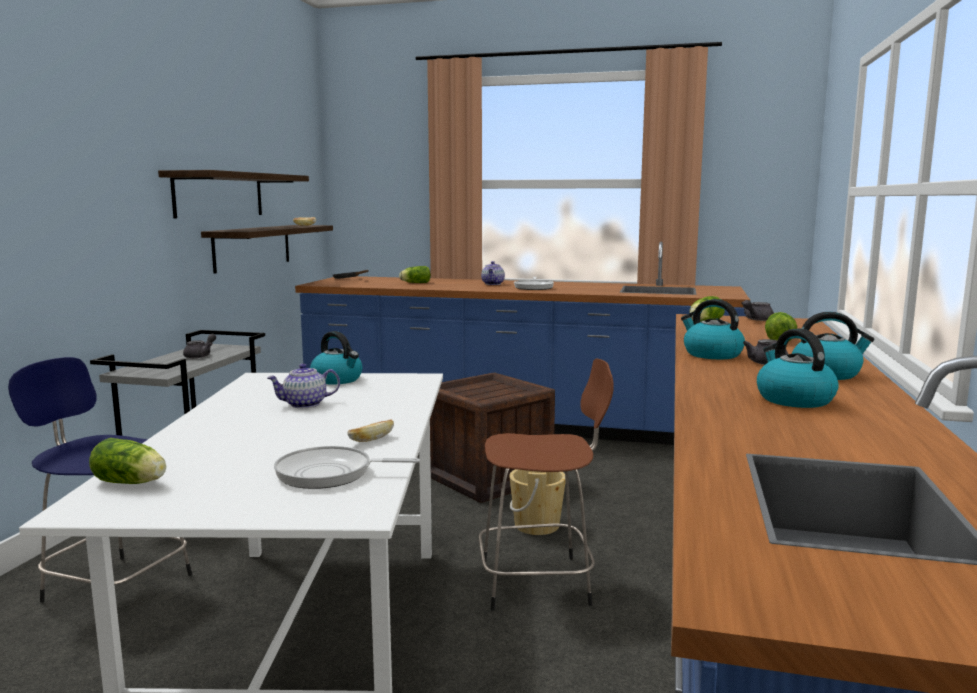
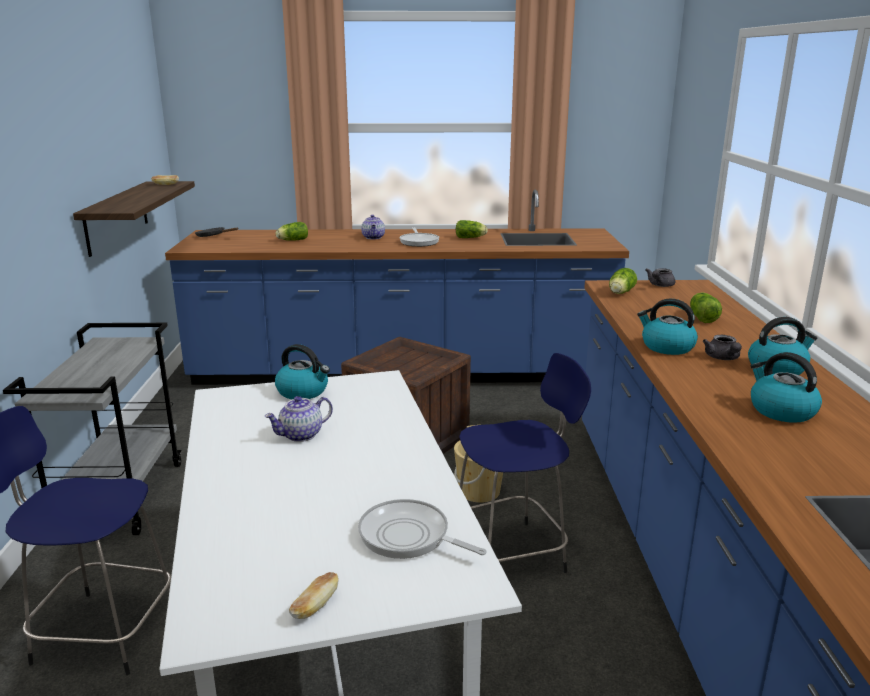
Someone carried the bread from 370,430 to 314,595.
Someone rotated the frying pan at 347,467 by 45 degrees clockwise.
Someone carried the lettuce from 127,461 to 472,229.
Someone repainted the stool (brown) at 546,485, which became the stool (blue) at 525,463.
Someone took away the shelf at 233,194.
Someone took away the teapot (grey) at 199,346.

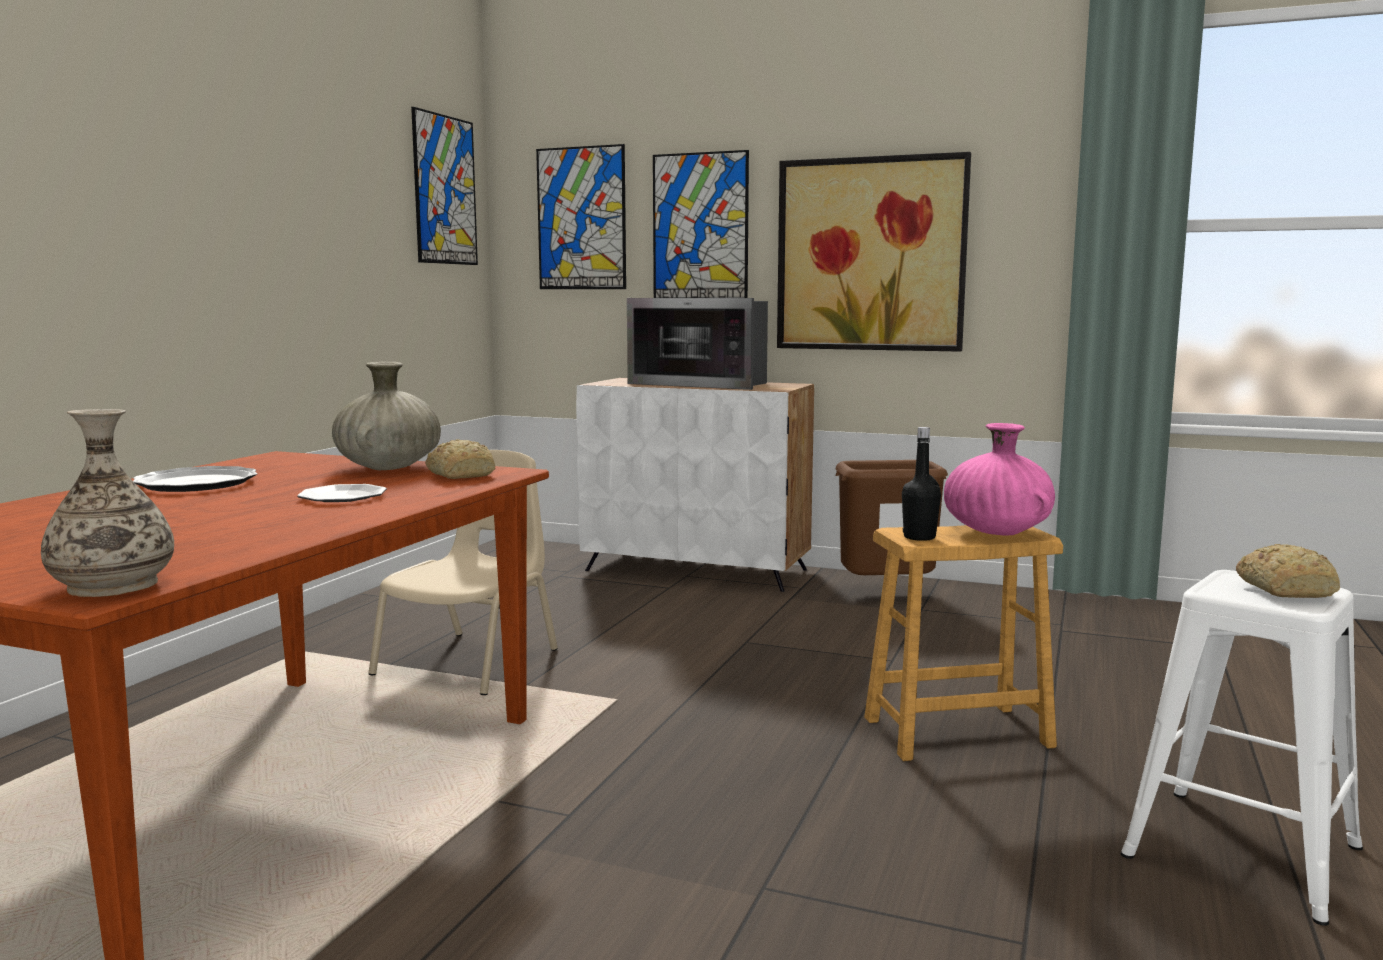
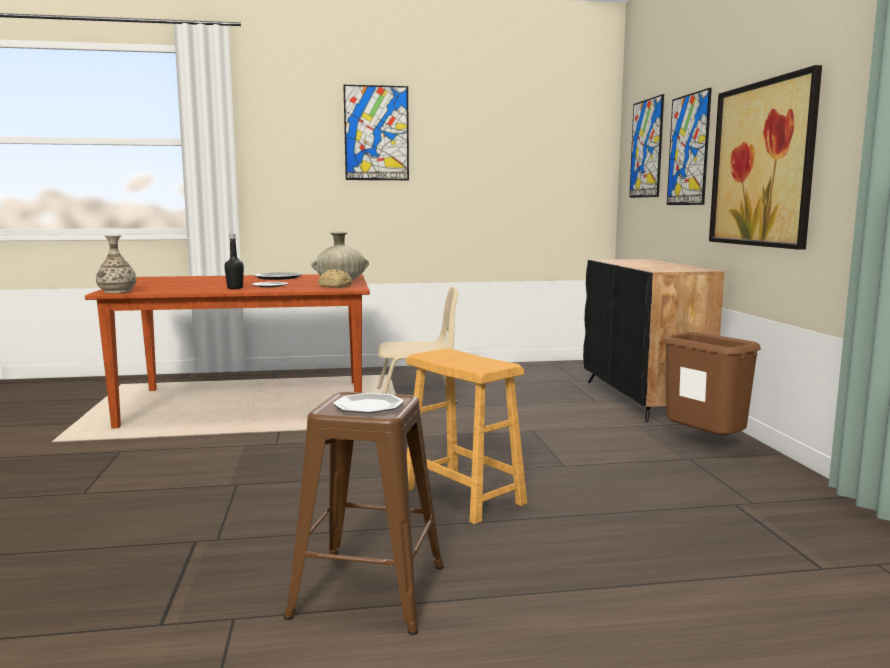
Someone carried the bottle (black) from 921,484 to 234,261.
Someone repainted the stool (white) at 1242,748, which became the stool (brown) at 364,513.
Someone swapped the bread at 1288,571 for the plate at 368,403.
Someone carried the picture from 444,186 to 376,132.
Someone repainted the cabinet (white) at 695,485, which became the cabinet (black) at 653,341.
Someone took away the microwave at 697,344.
Someone took away the vase (pink) at 999,479.

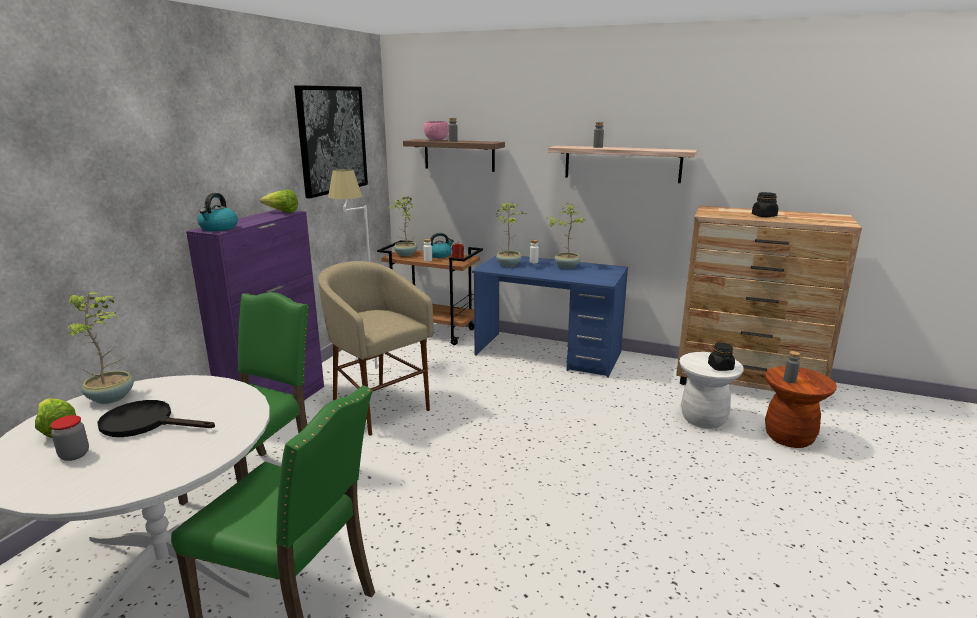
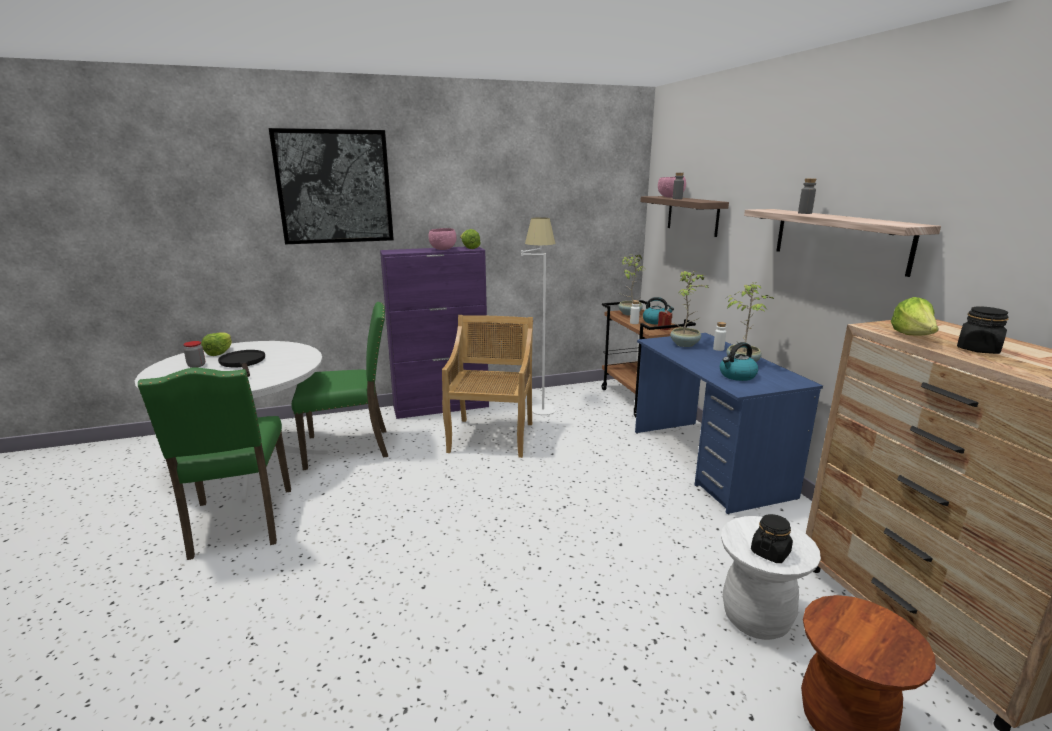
Someone carried the picture from 331,142 to 331,186.
Someone put down the bowl (pink) at 443,239.
Someone swapped the stool (beige) at 375,348 for the chair (beige) at 487,386.
Someone carried the kettle from 217,212 to 739,361.
Someone put down the lettuce at 915,316.
Someone took away the potted plant at 99,348.
Someone took away the bottle (grey) at 791,367.

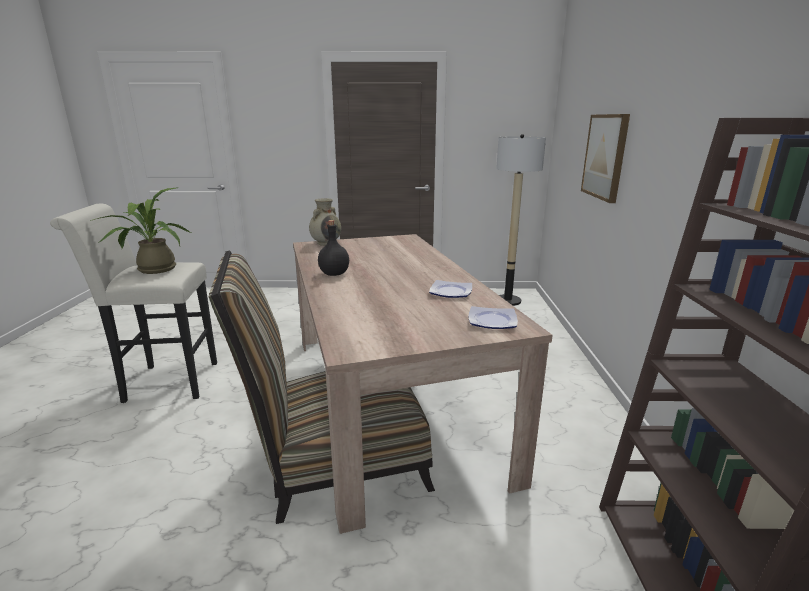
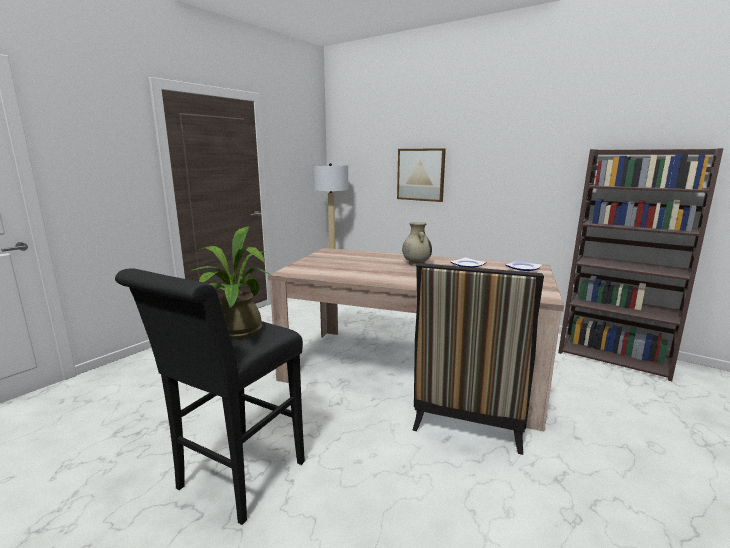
Someone repainted the stool (white) at 133,303, which became the stool (black) at 210,397.
Someone carried the vase (beige) from 325,222 to 417,244.
Someone took away the bottle (black) at 333,248.

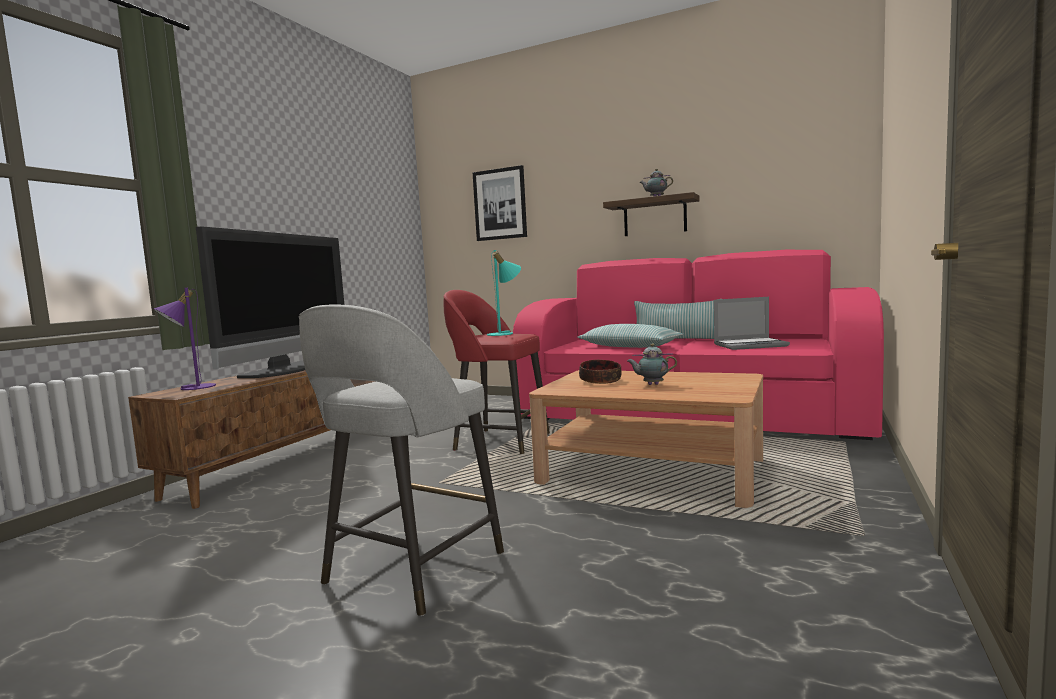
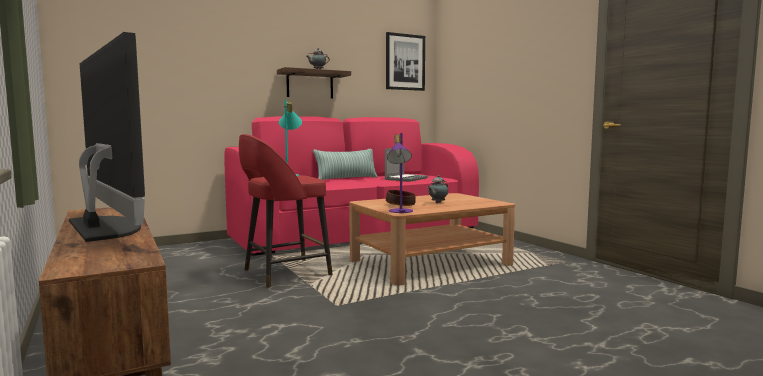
Someone carried the picture from 500,203 to 405,61.
Someone carried the table lamp (purple) from 185,339 to 400,173.
Someone took away the stool (grey) at 401,460.
Someone took away the pillow at 630,336.

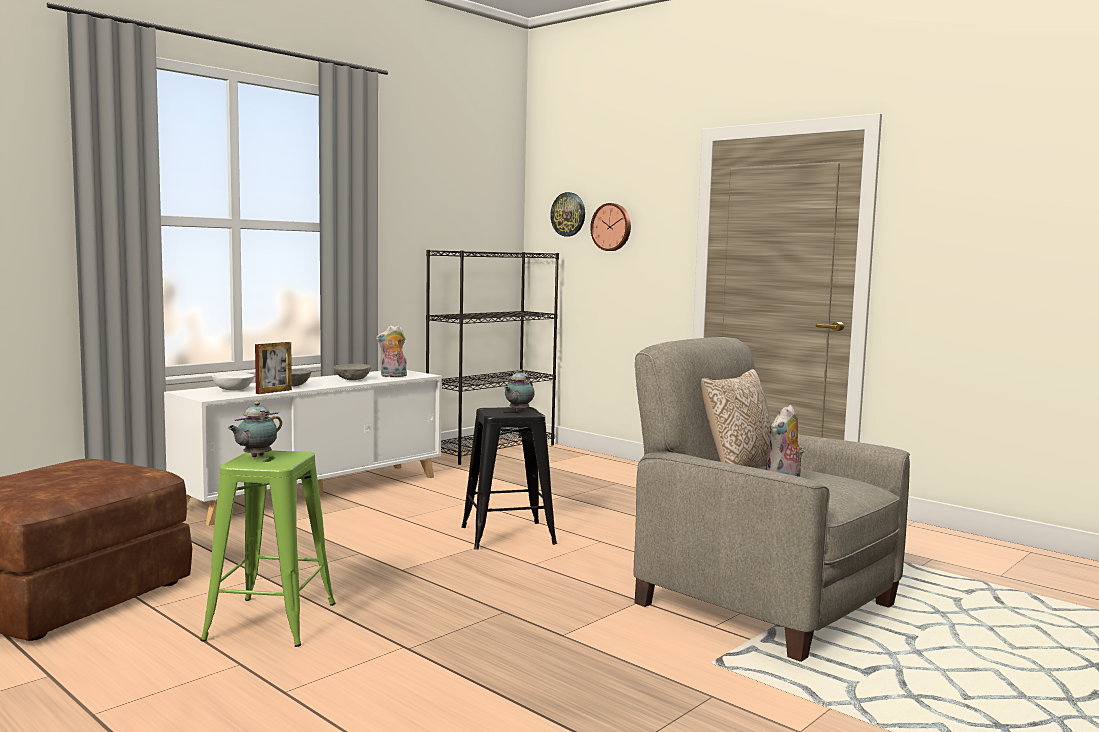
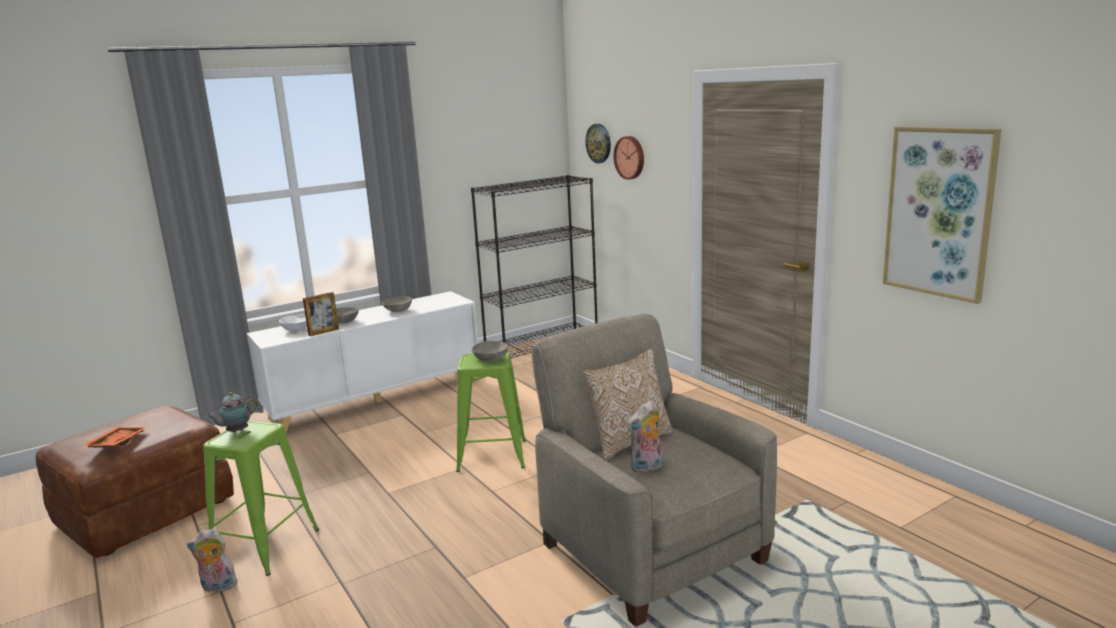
Someone put down the tray (orange) at 114,437.
Someone carried the plush toy from 391,351 to 213,560.
Someone repainted the stool (black) at 509,478, which became the stool (green) at 491,412.
Someone swapped the teapot at 519,390 for the bowl (grey) at 490,351.
Someone put up the picture at 942,215.

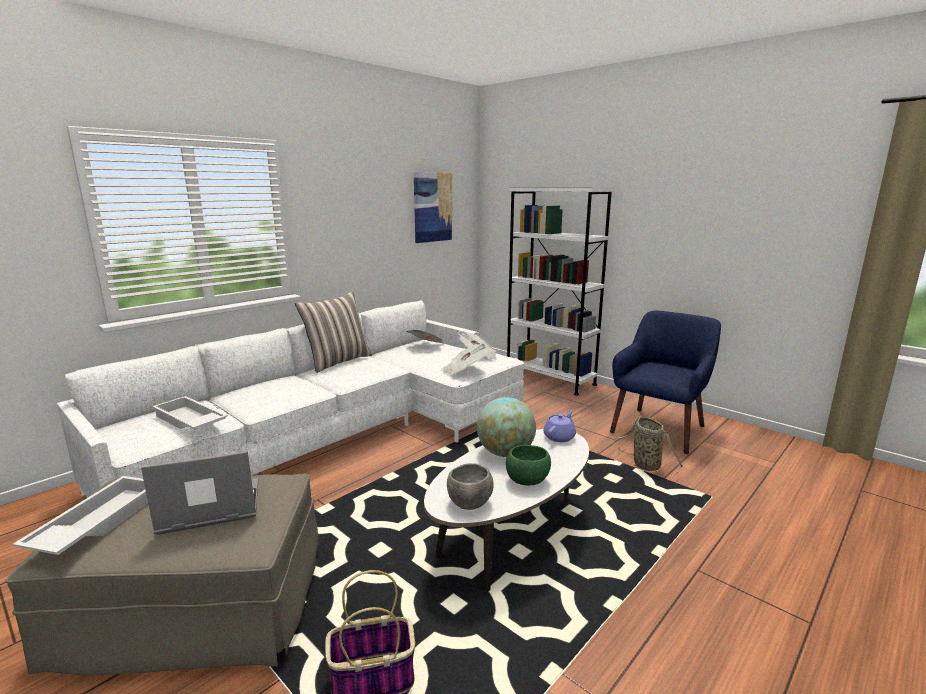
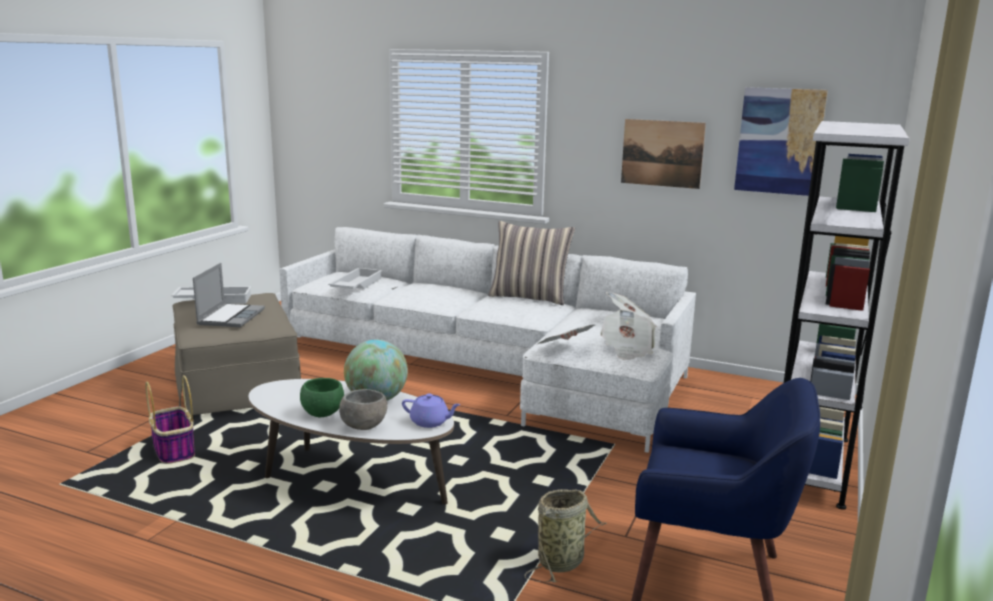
Someone rotated the laptop at 199,493 by 45 degrees clockwise.
Someone carried the bowl (grey) from 470,486 to 363,409.
Someone put up the picture at 663,154.

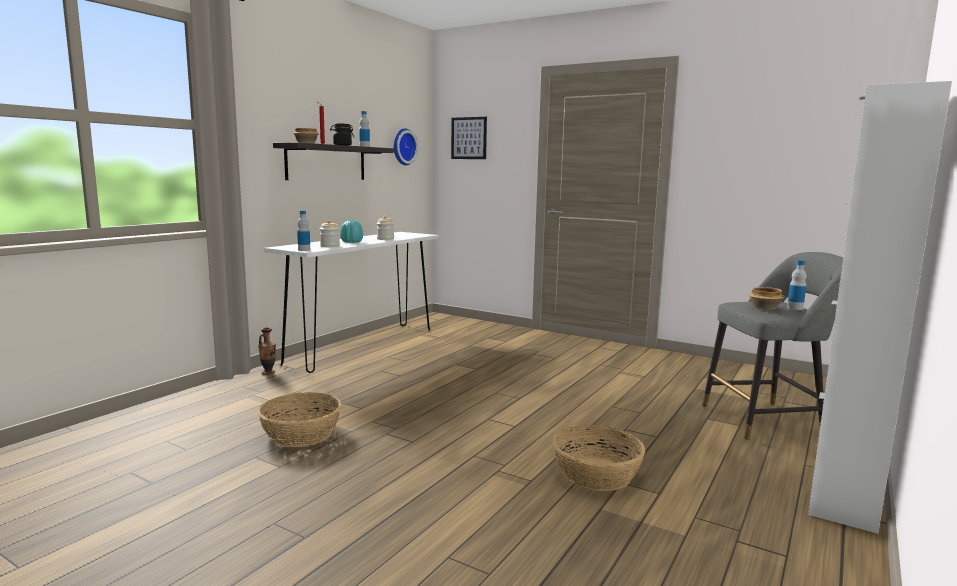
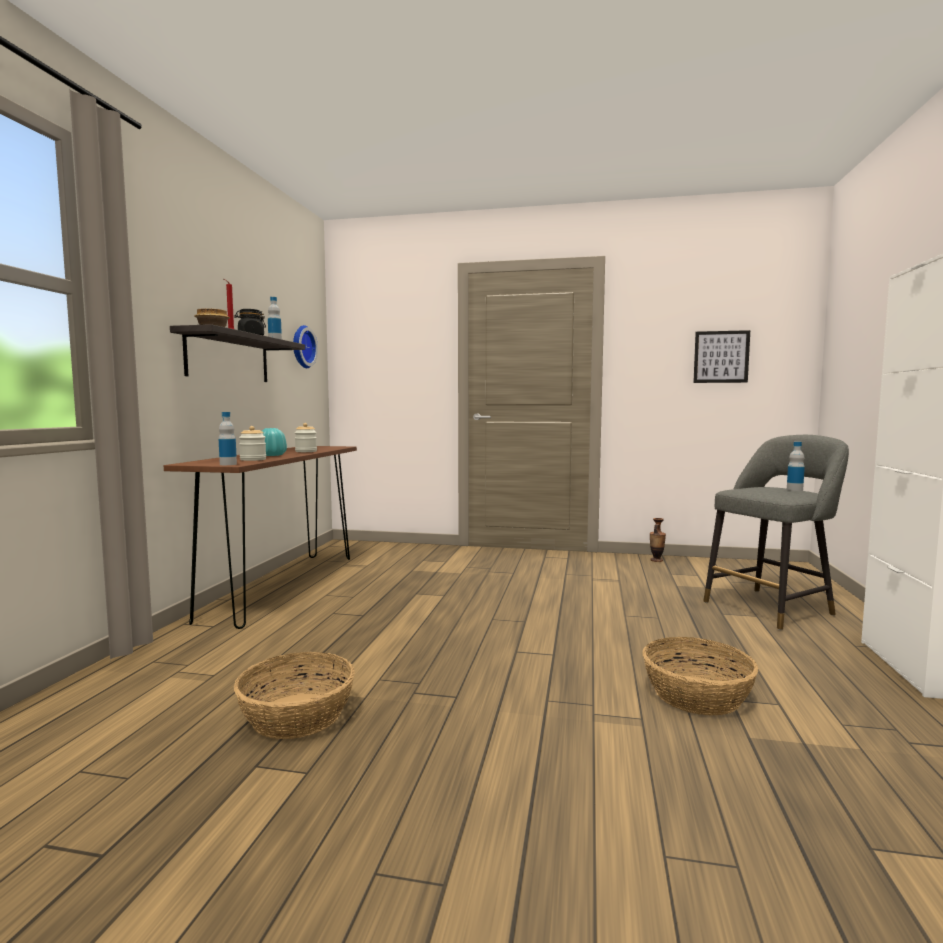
Someone repainted the console table (white) at 351,302, which became the console table (brown) at 260,537.
Someone carried the vase from 267,351 to 658,540.
Someone carried the picture from 469,138 to 721,356.
Someone took away the bowl at 767,298.

